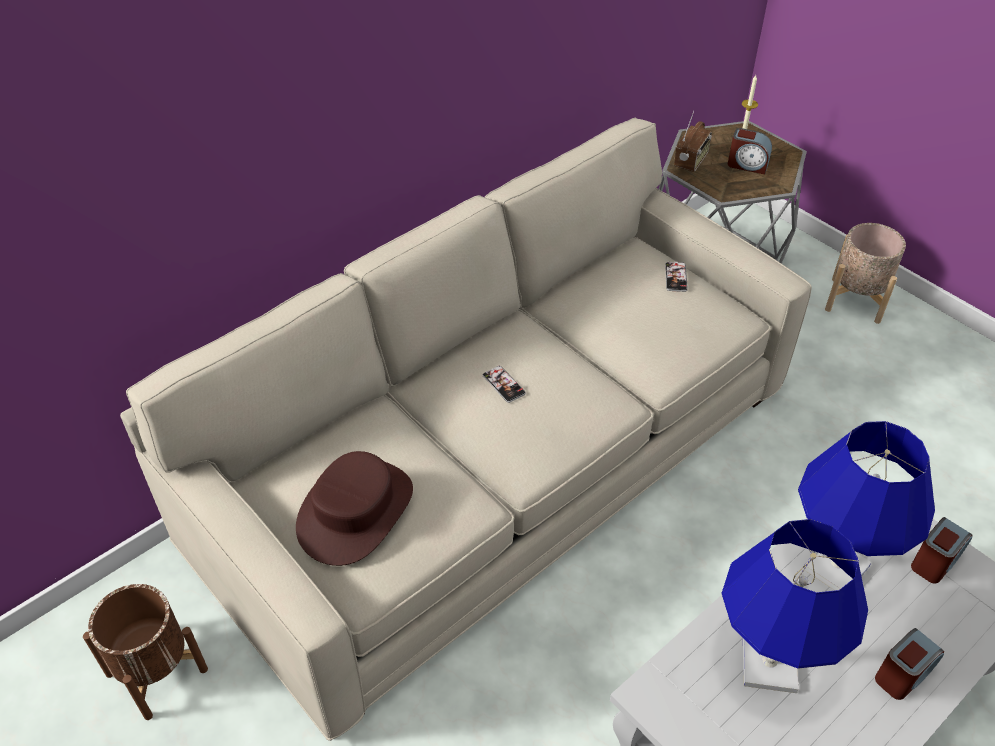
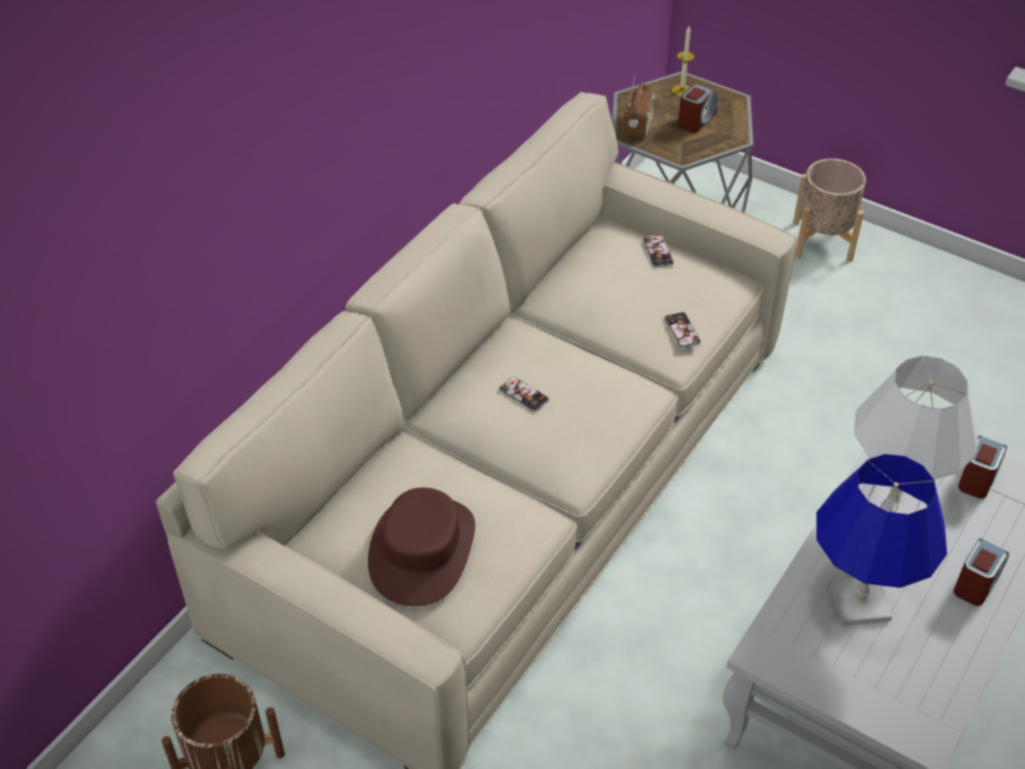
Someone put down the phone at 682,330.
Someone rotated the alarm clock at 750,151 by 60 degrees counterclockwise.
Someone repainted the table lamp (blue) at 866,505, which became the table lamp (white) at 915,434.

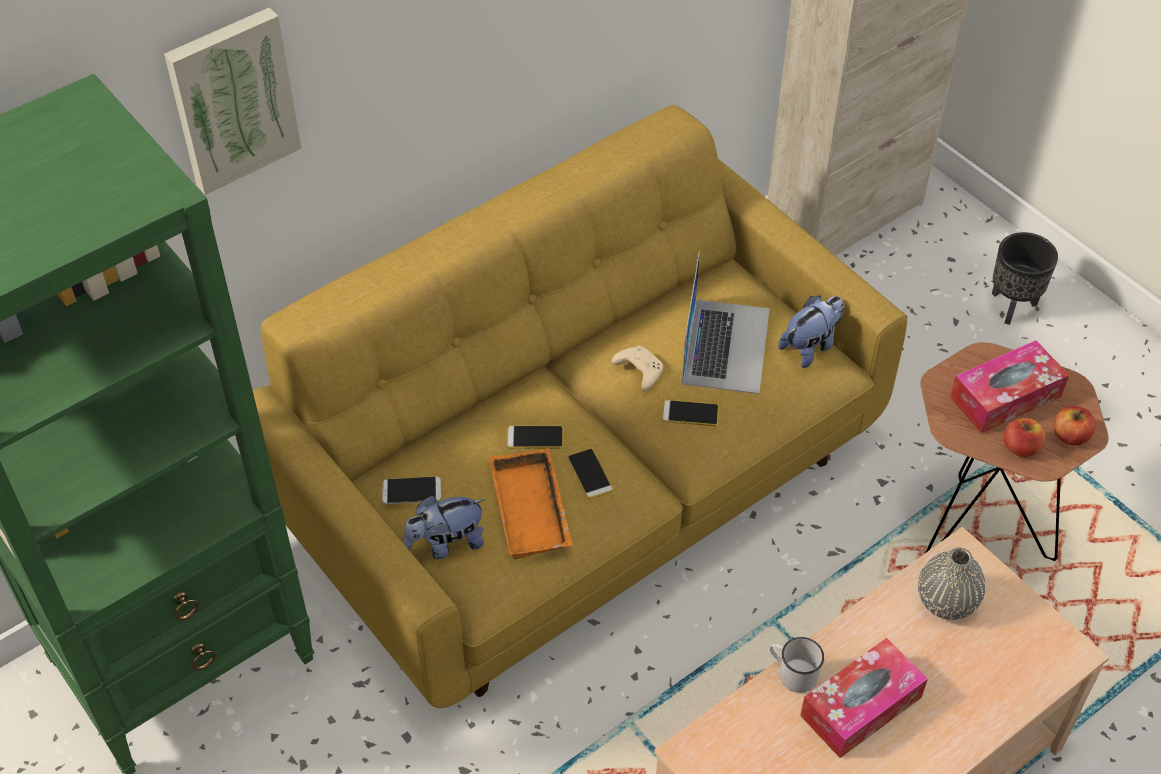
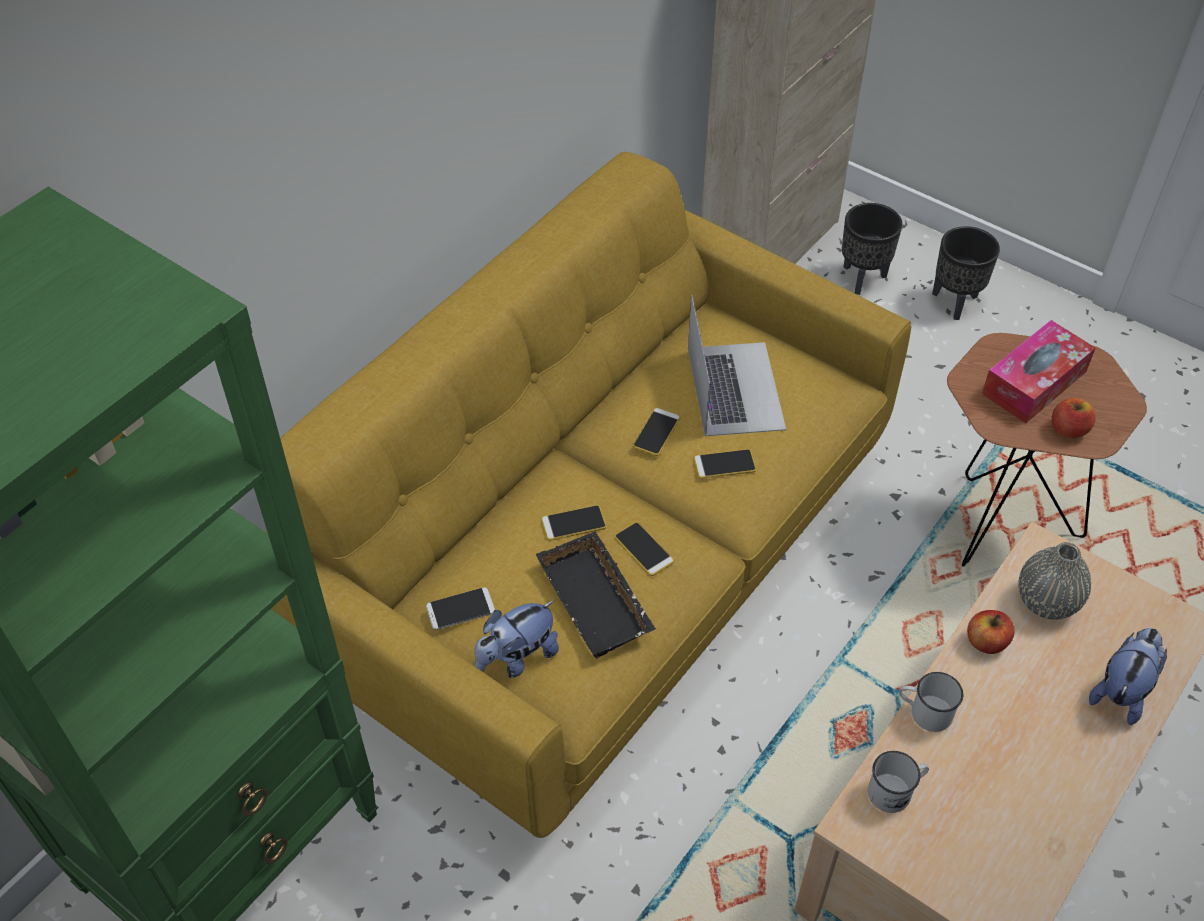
Someone repainted the tray (orange) at 531,504, which became the tray (black) at 596,595.
Someone swapped the game controller (beige) at 637,368 for the phone at 656,432.
Someone put down the planter (black) at 872,249.
Someone put down the mug (white) at 898,782.
Someone carried the apple from 1075,426 to 990,632.
Someone carried the plush toy from 811,332 to 1128,676.
Someone took away the picture at 233,101.
Someone took away the tissue box at 864,698.

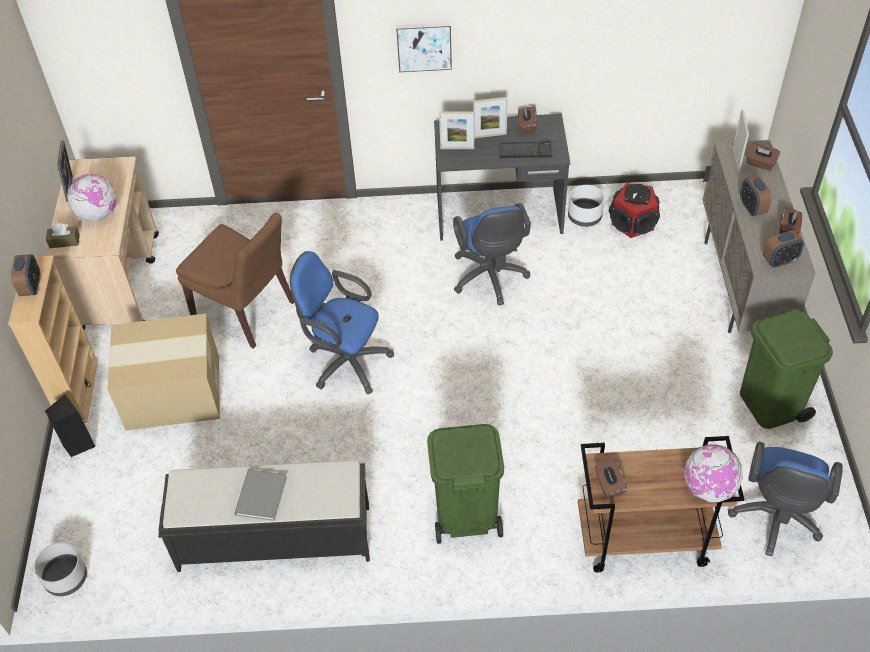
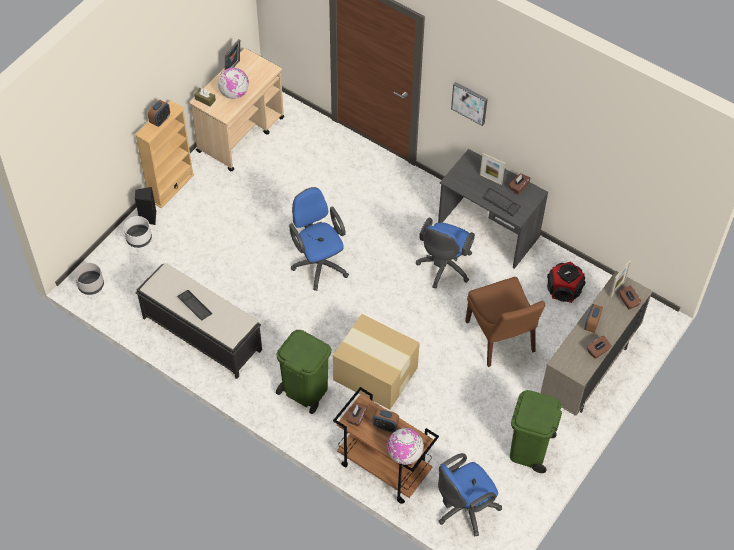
Someone carried the planter (white) from 586,206 to 138,232.
Someone swapped the book (grey) at 260,495 for the keyboard at 194,305.
Someone carried the cardboard box from 164,372 to 376,362.
Someone carried the alarm clock from 783,249 to 385,420.
Someone carried the chair (brown) from 235,281 to 505,322.
Someone took away the picture frame at 456,130.

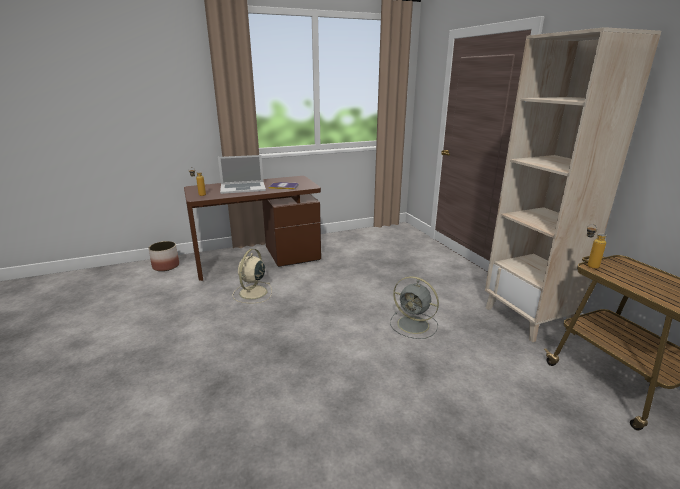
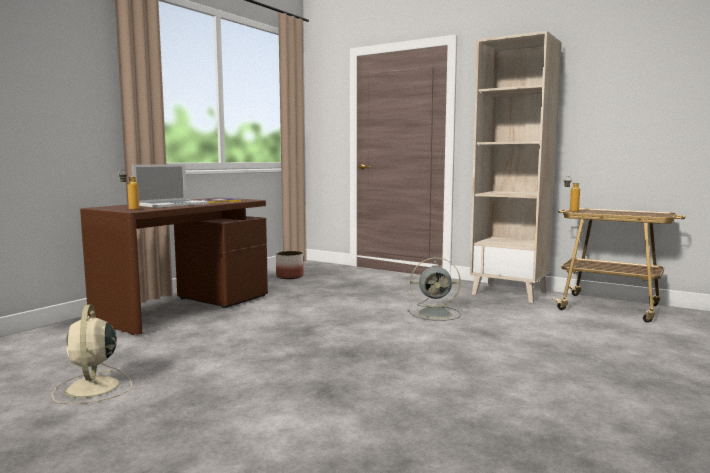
Someone carried the fan (beige) from 252,276 to 92,354.
Someone carried the planter from 163,256 to 289,265.

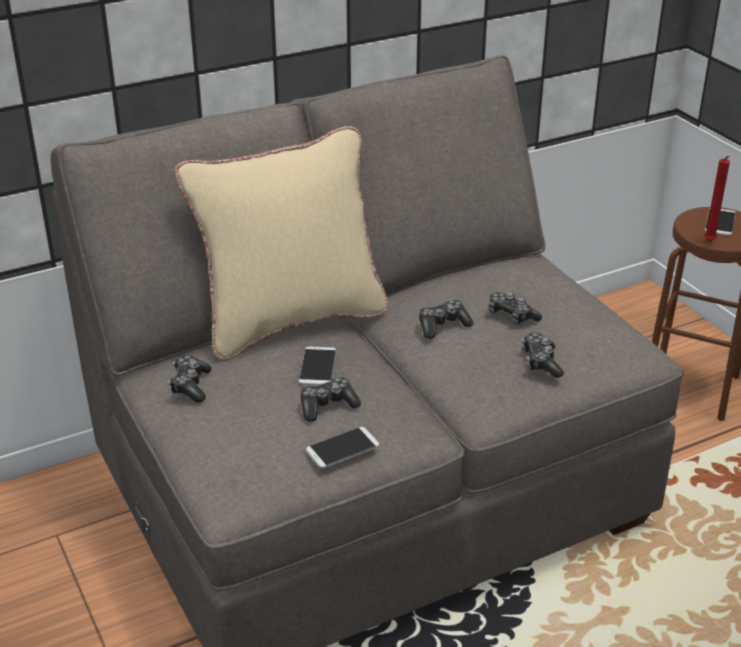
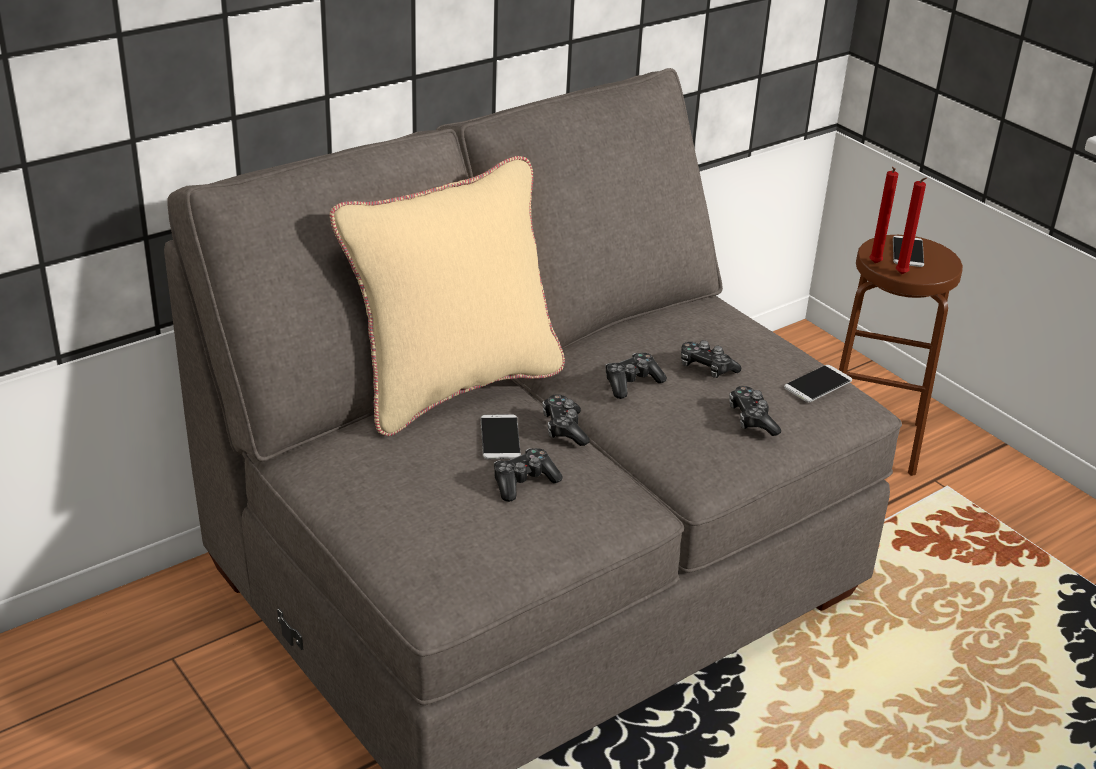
Someone carried the game controller from 189,378 to 566,420.
Someone carried the phone from 342,447 to 818,383.
Someone put down the candle (red) at 883,215.

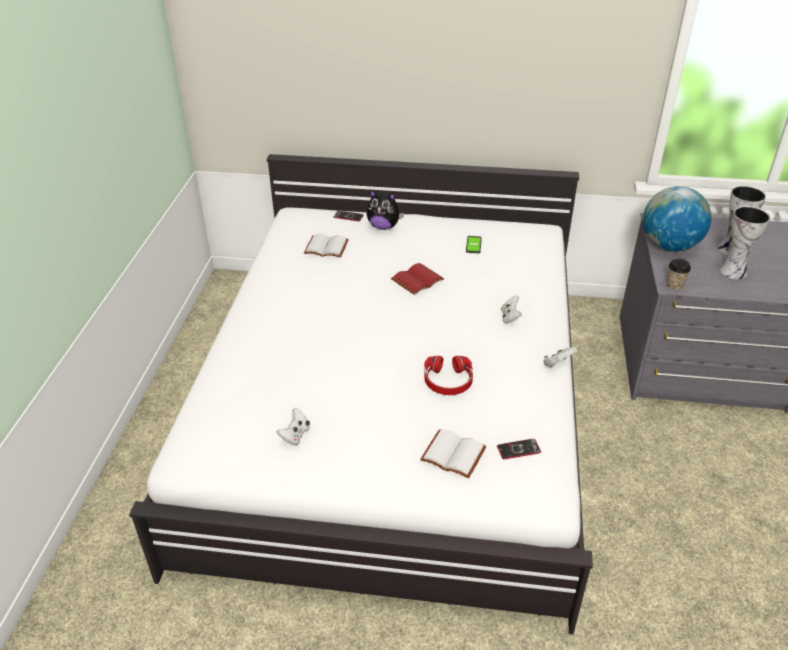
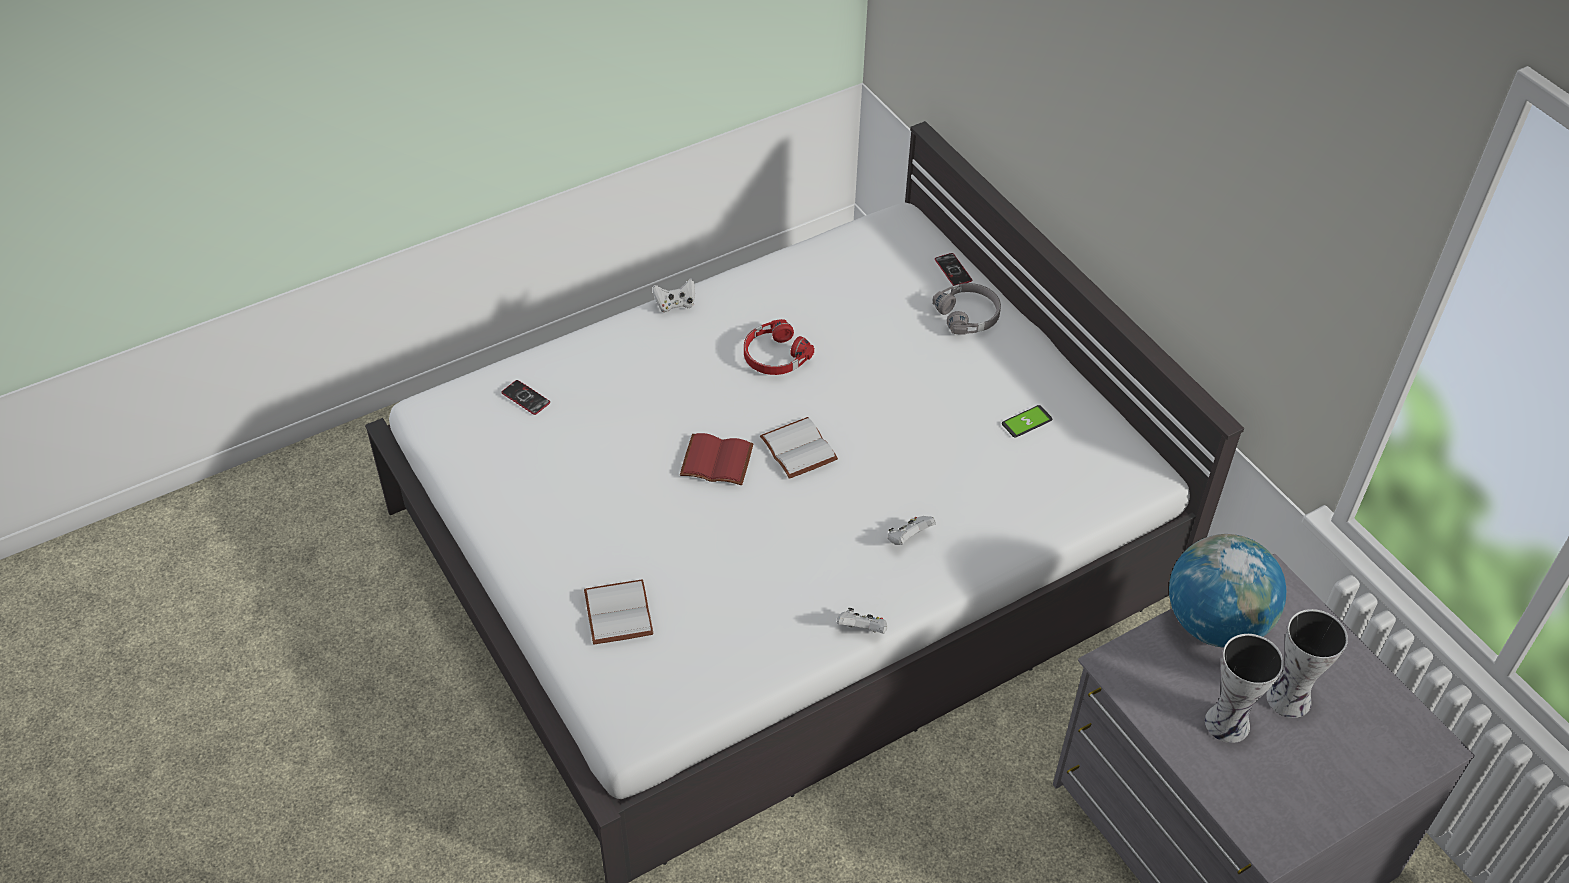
Someone carried the phone from 519,449 to 525,397.
Someone carried the game controller (white) from 293,426 to 673,295.
Someone carried the book (red) from 417,279 to 717,459.
Someone carried the headphones (red) from 448,375 to 779,347.
Someone carried the book (white) from 326,246 to 799,448.
Someone swapped the plush toy at 385,210 for the headphones (grey) at 967,309.
Someone took away the cup at 678,274.

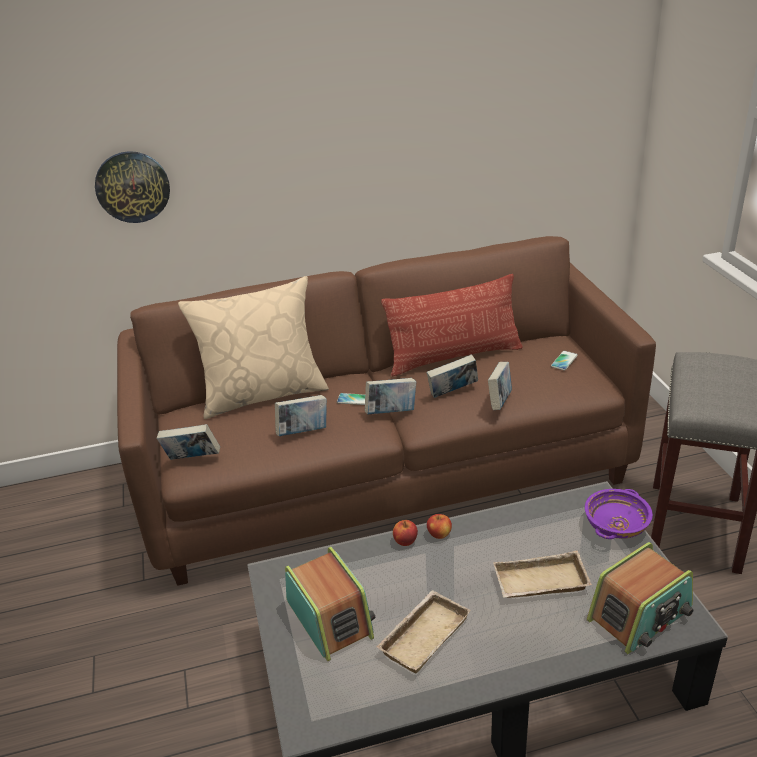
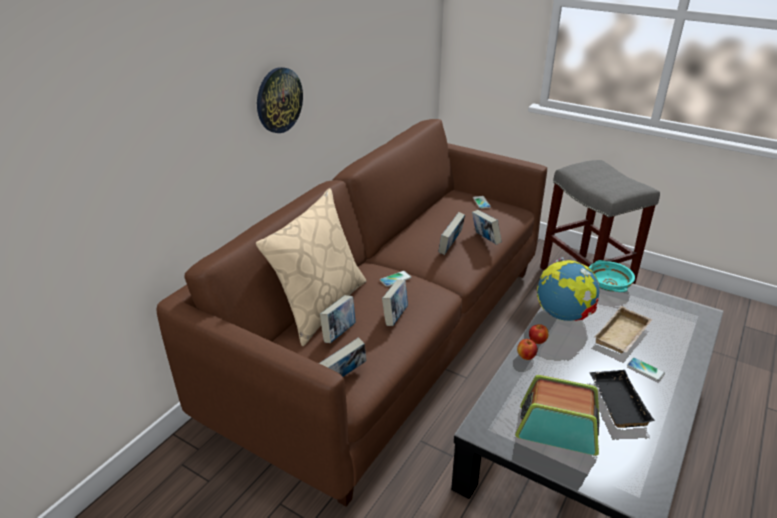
Someone carried the wall clock from 132,187 to 280,100.
Someone carried the book from 390,396 to 338,319.
Someone put down the globe at 568,289.
Someone repainted the bowl (purple) at 619,514, which became the bowl (turquoise) at 612,276.
Someone repainted the tray (beige) at 424,631, which became the tray (black) at 622,399.
Someone put down the phone at 646,369.
Someone took away the pillow at 452,325.
Someone took away the radio at 640,598.

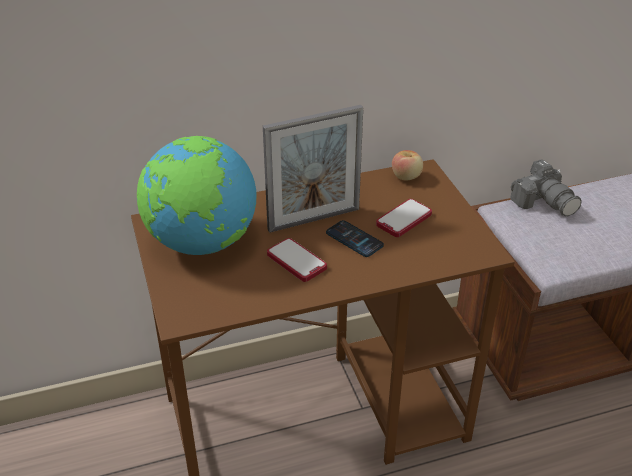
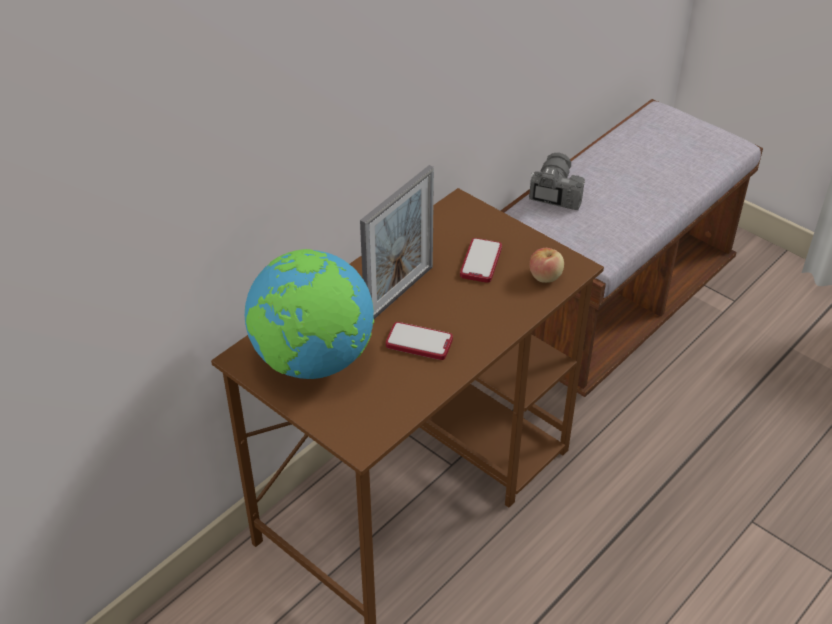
Someone rotated the photo camera at 546,187 by 105 degrees counterclockwise.
Someone carried the apple from 407,165 to 547,265.
Someone took away the phone at 355,238.

